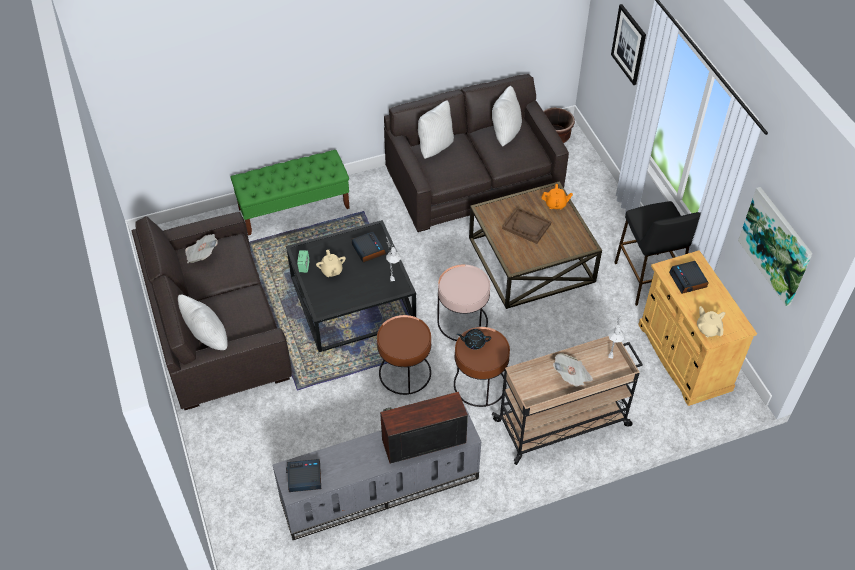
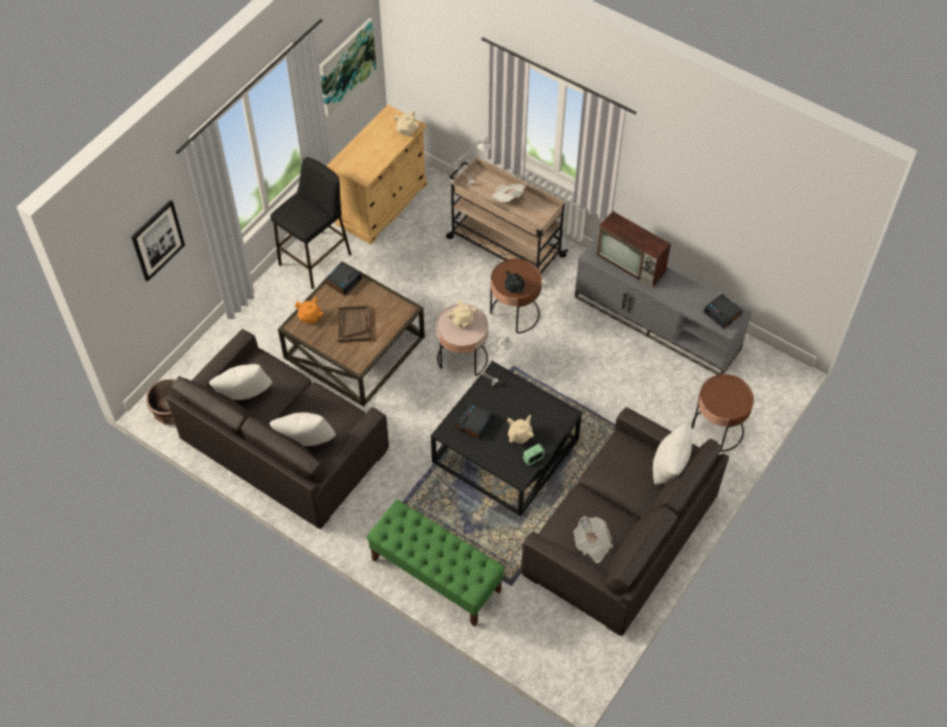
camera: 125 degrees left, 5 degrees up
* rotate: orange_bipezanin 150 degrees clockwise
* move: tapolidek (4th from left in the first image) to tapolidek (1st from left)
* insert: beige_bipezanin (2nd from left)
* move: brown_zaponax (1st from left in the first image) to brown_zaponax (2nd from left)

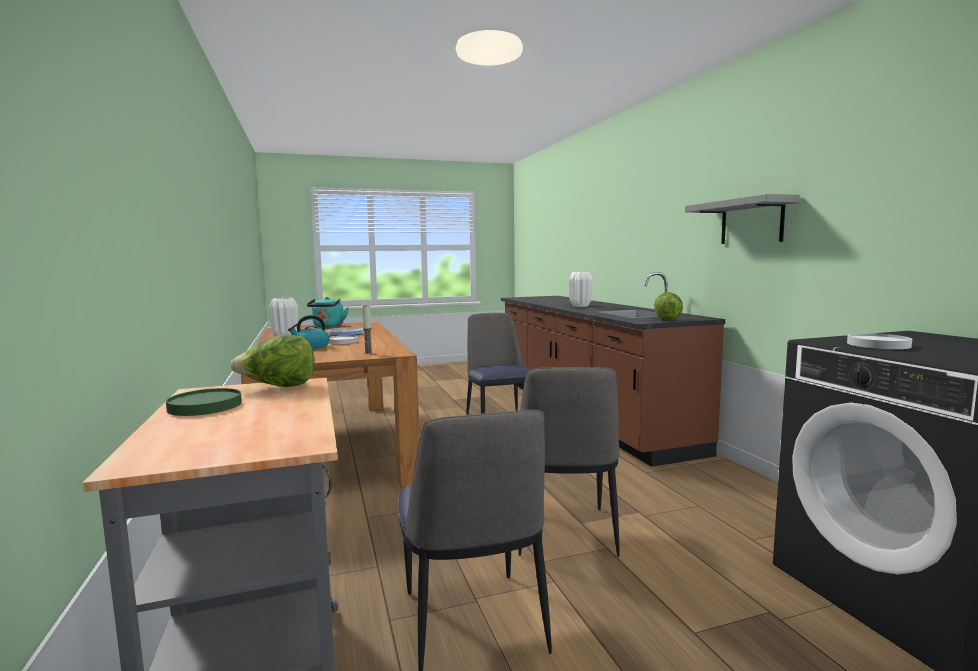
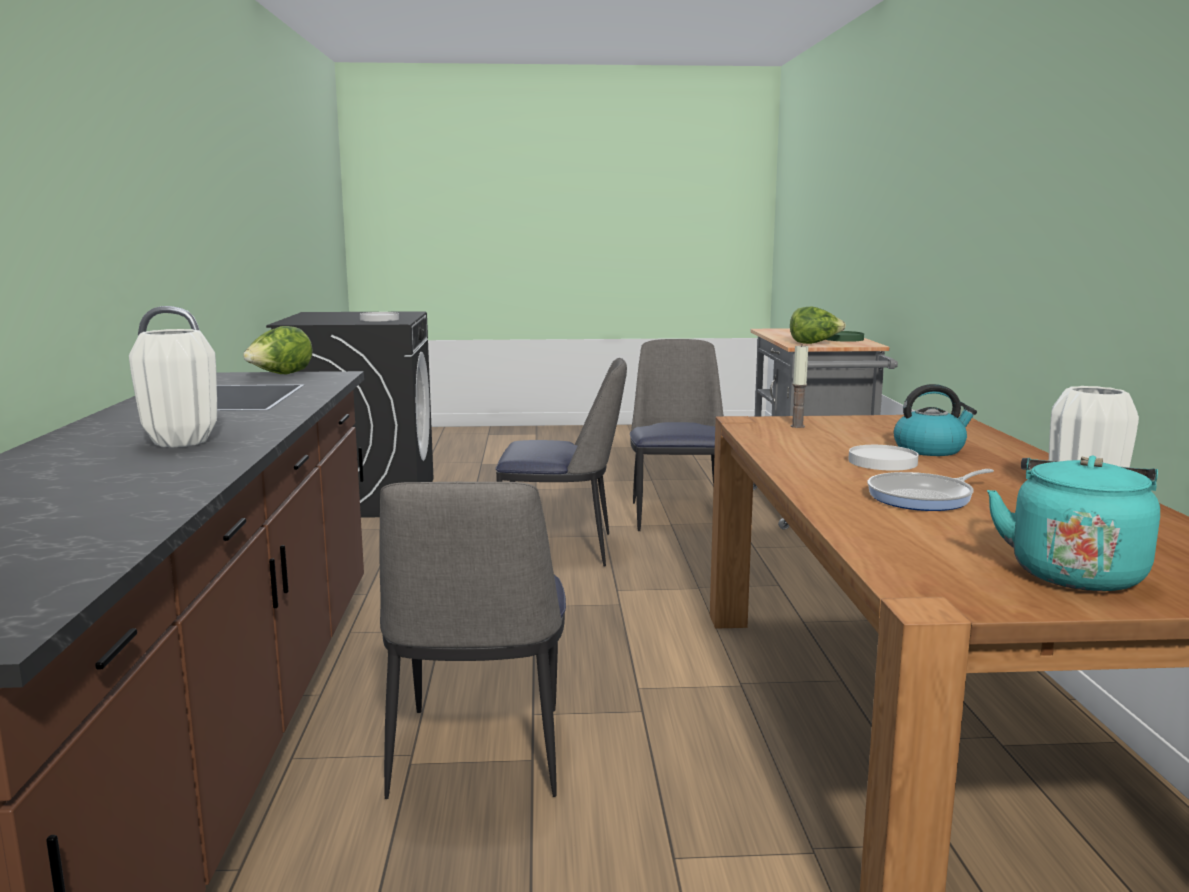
camera: 165 degrees left, 5 degrees up
* rotate: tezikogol (3rd from left in the first image) 75 degrees clockwise
* delete: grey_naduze

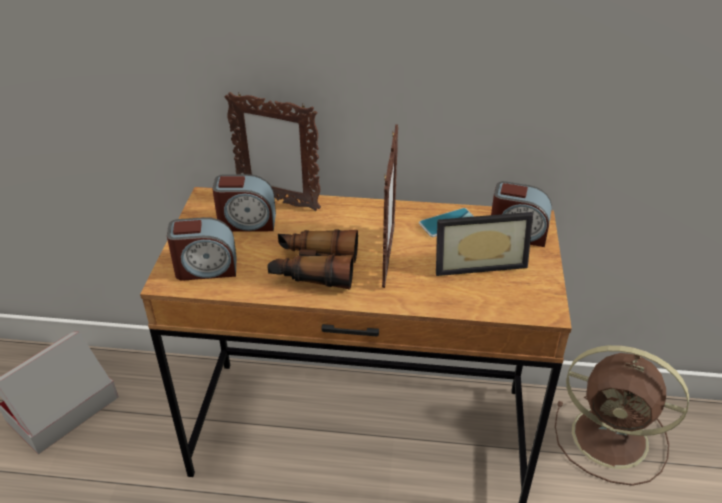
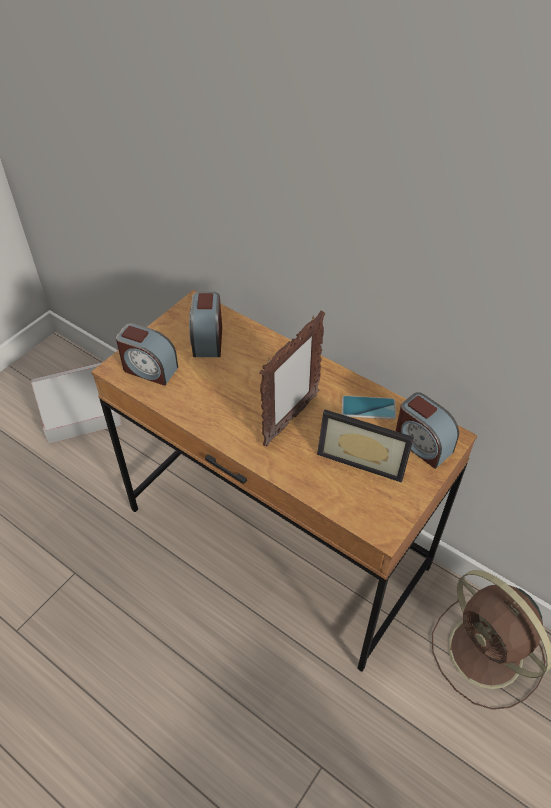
camera: 30 degrees right, 10 degrees up
* rotate: tapolidek (2nd from left) 60 degrees clockwise
* delete: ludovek (1st from left)
* delete: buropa

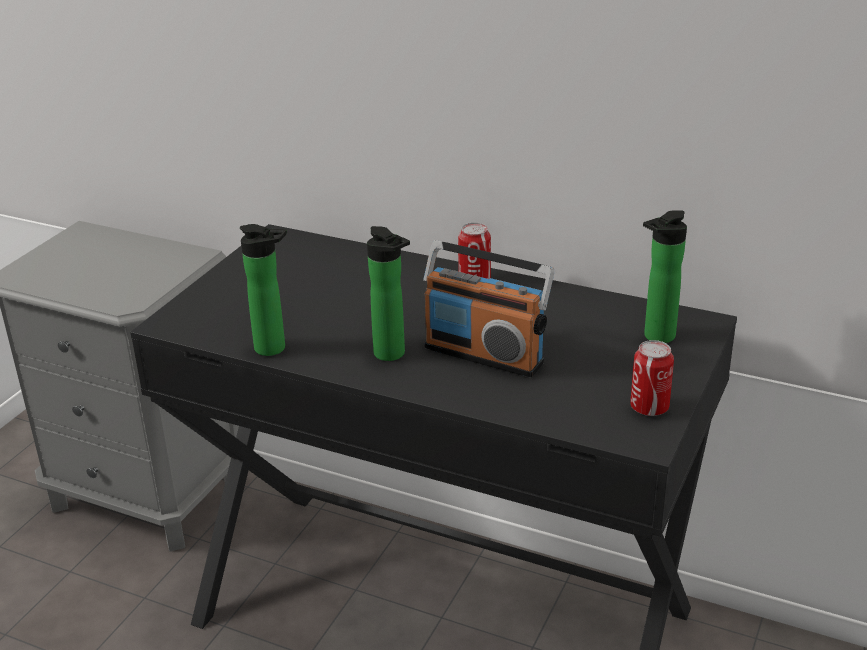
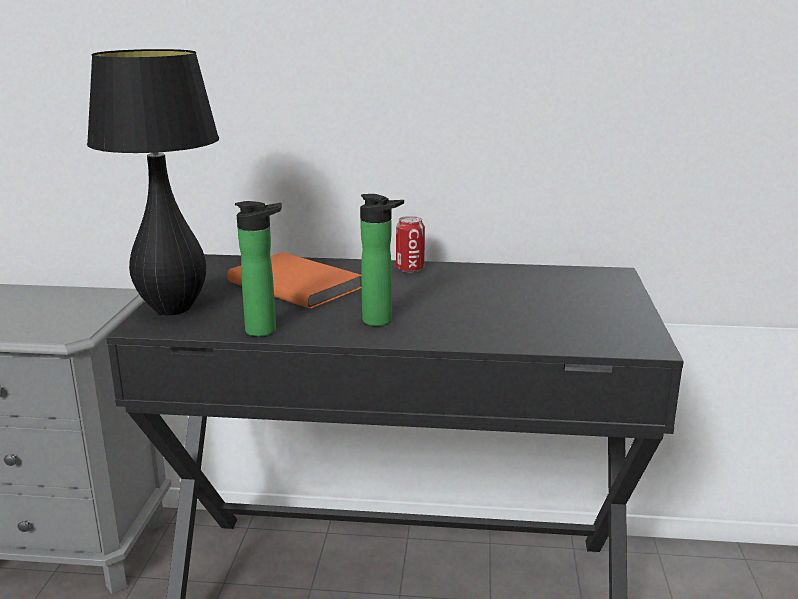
camera: 20 degrees left, 10 degrees down
* insert: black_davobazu
* insert: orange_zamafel
* delete: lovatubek
* delete: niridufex (2nd from left)
* delete: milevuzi (3rd from left)

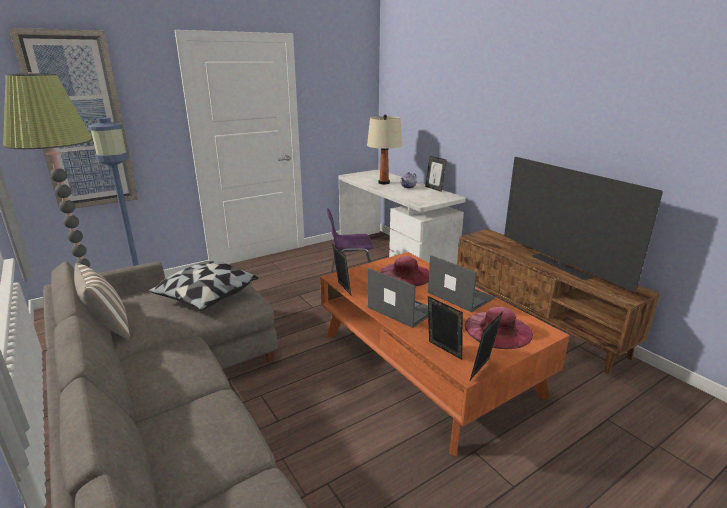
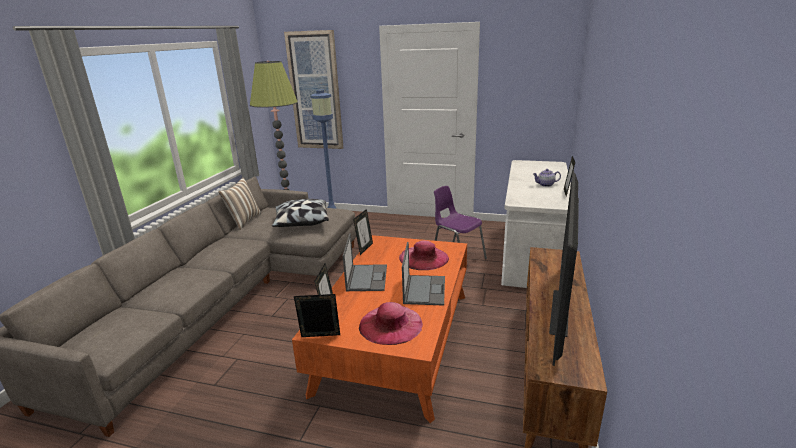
camera: 50 degrees right, 0 degrees up
* delete: beige_davobazu

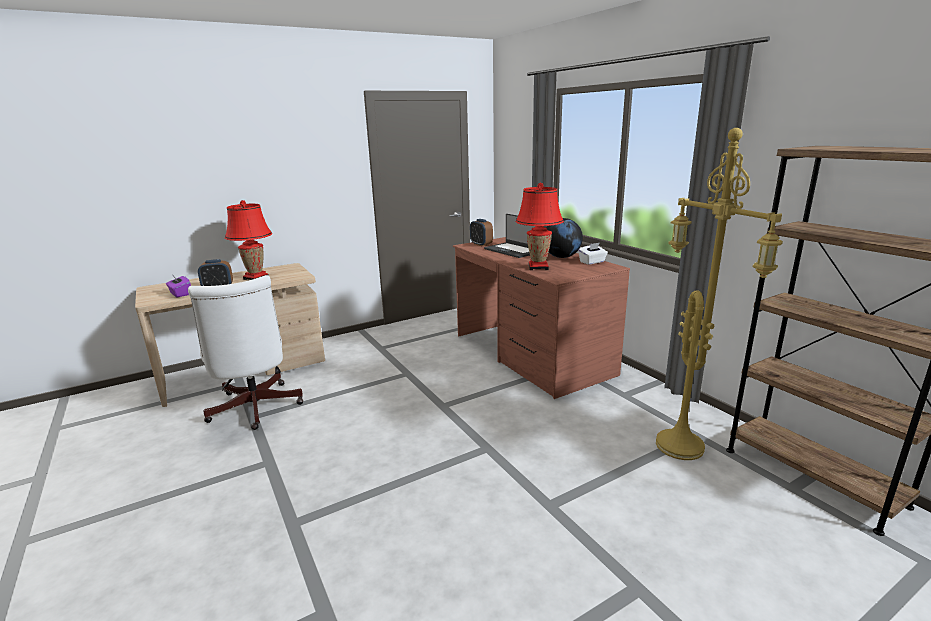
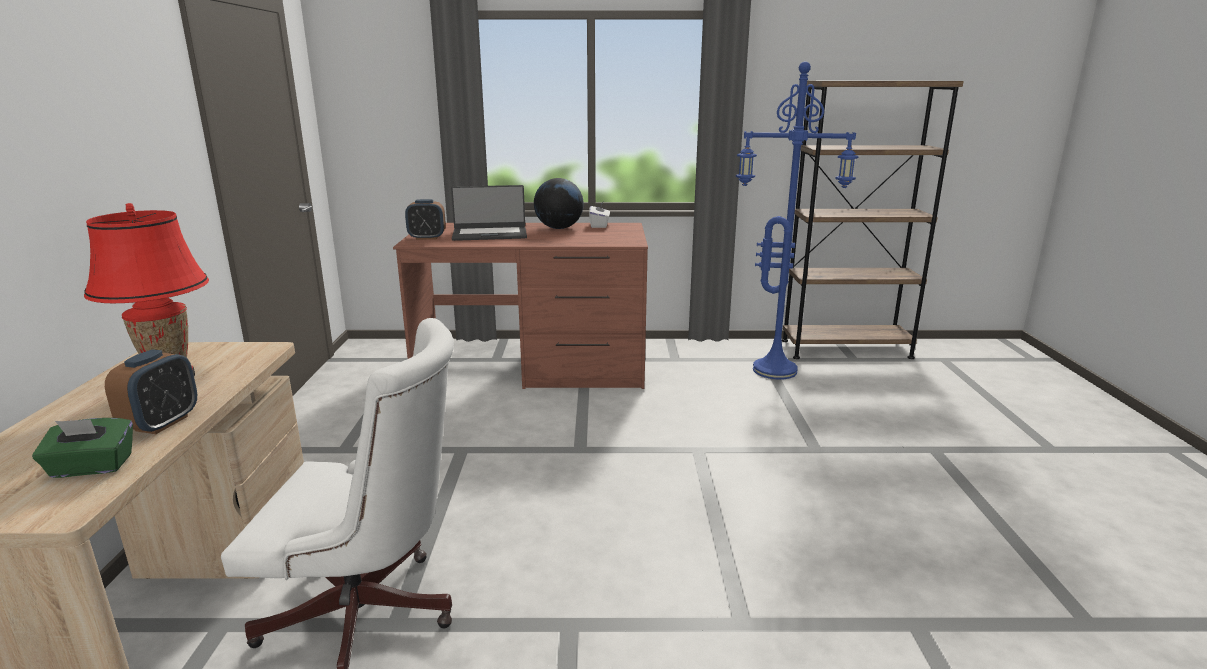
camera: 60 degrees left, 0 degrees up
* recolor: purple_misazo to green_misazo
* recolor: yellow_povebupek to blue_povebupek
* delete: red_davobazu (2nd from left)

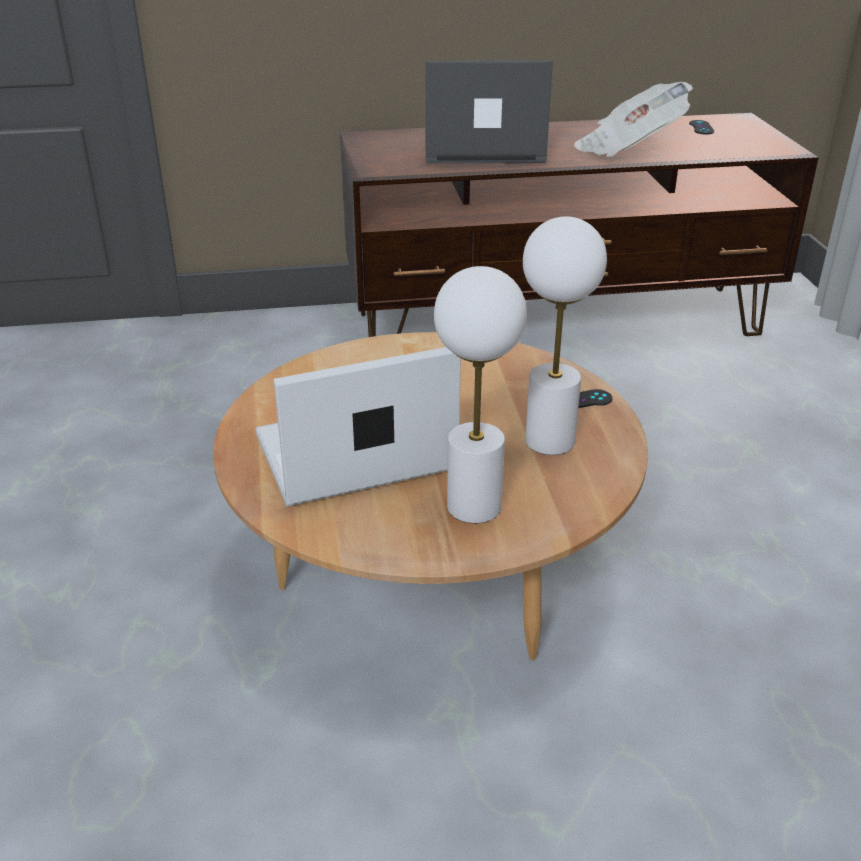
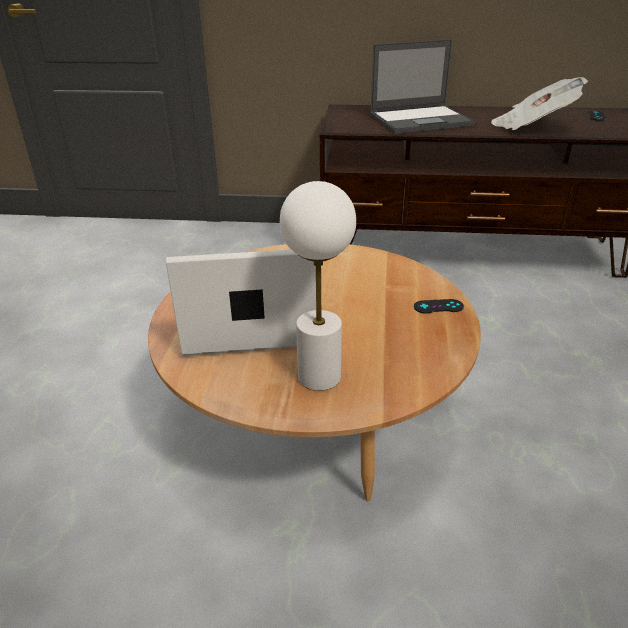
camera: 15 degrees right, 0 degrees up
* rotate: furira (2nd from left) 150 degrees clockwise
* delete: white_davobazu (2nd from left)

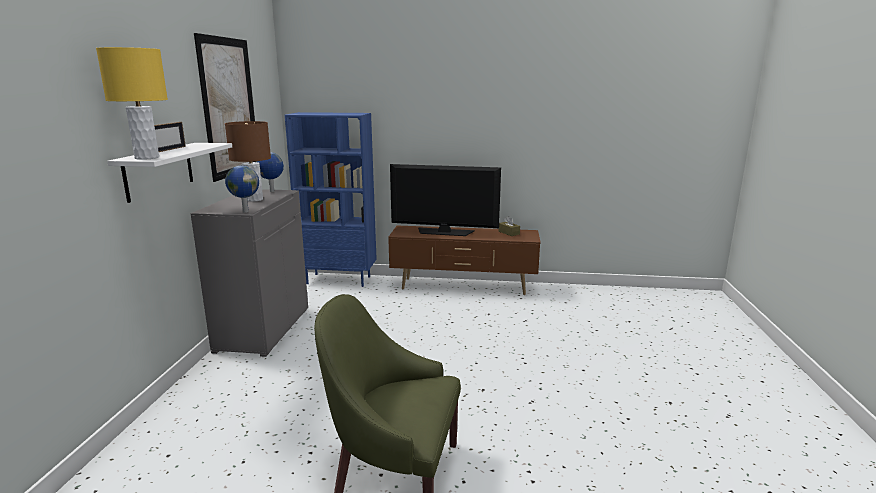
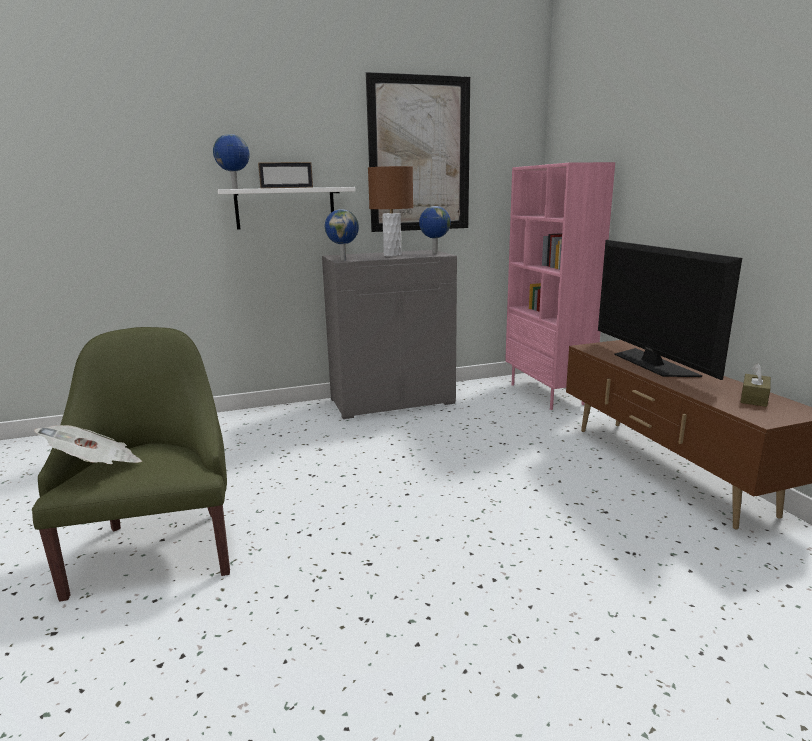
camera: 65 degrees right, 0 degrees up
* insert: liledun
* replace: yellow_davobazu to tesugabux (1st from left)
* recolor: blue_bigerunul to pink_bigerunul

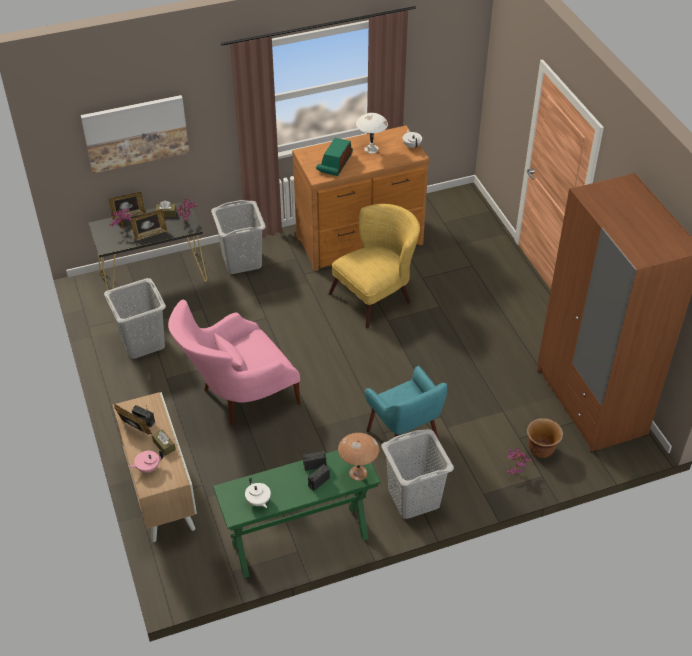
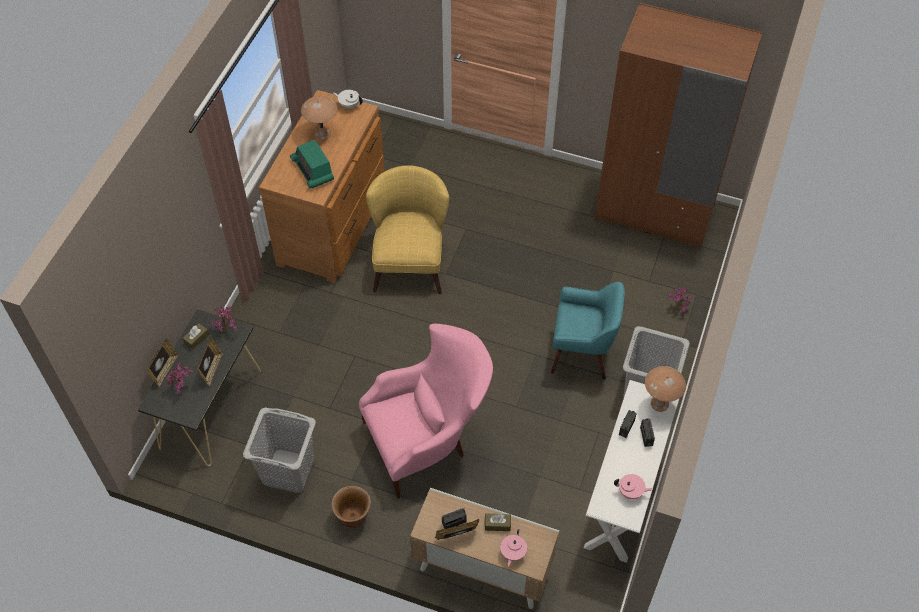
camera: 50 degrees left, 10 degrees up
* recolor: white_davobazu to brown_davobazu (1st from left)
* move: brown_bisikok
* rotate: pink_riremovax 120 degrees counterclockwise
* recolor: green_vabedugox to white_vabedugox
* recolor: white_bipezanin (1st from left) to pink_bipezanin (2nd from left)
* delete: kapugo
* delete: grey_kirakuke (2nd from left)

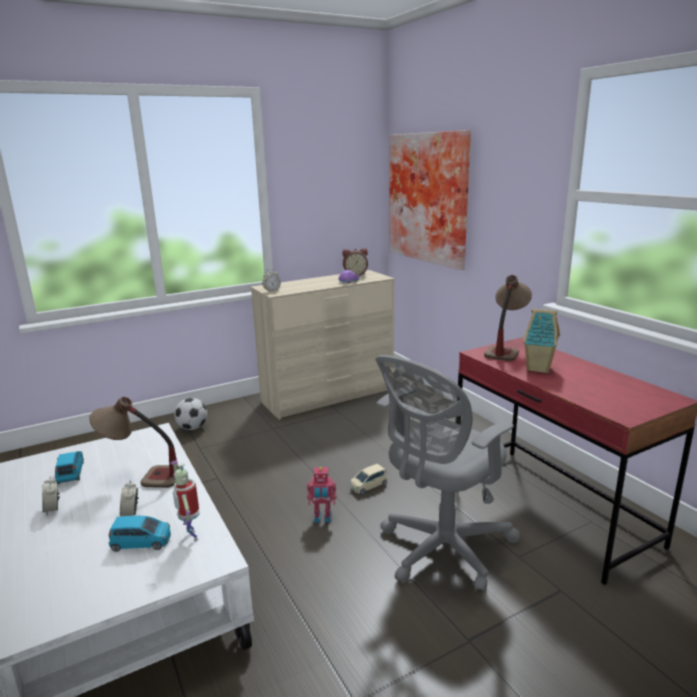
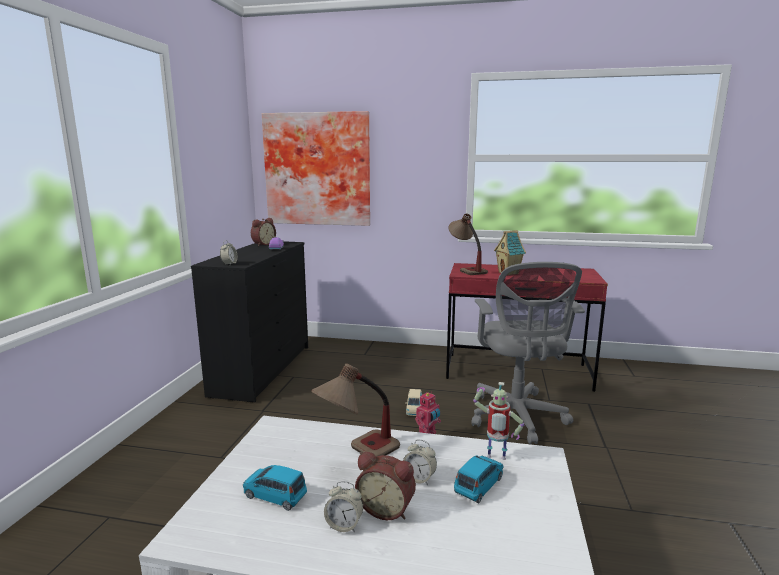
camera: 50 degrees left, 5 degrees down
* recolor: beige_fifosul to black_fifosul
* insert: tapolidek (4th from left)
* delete: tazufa

